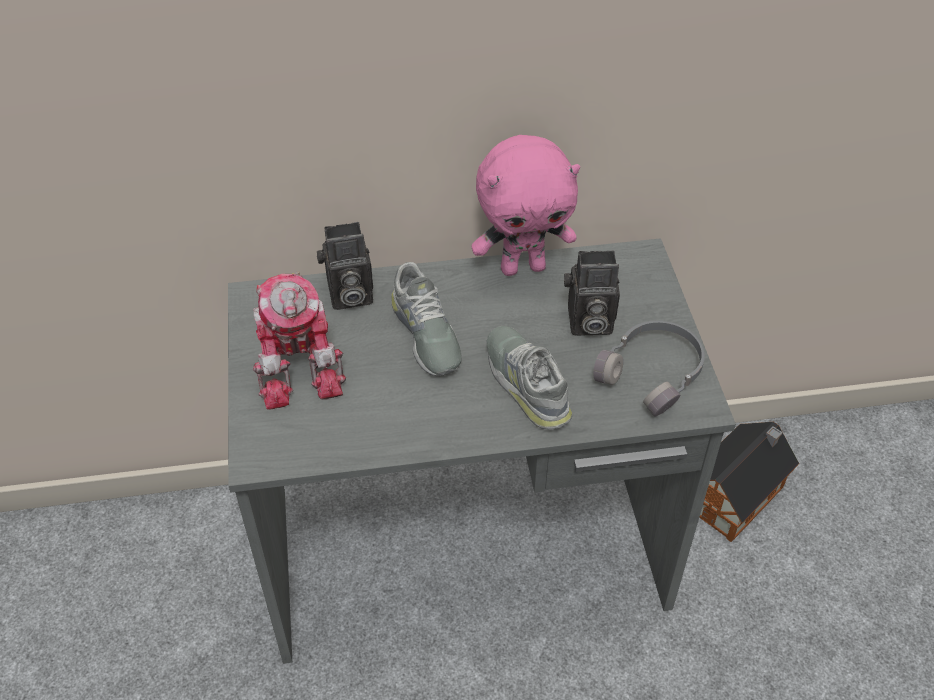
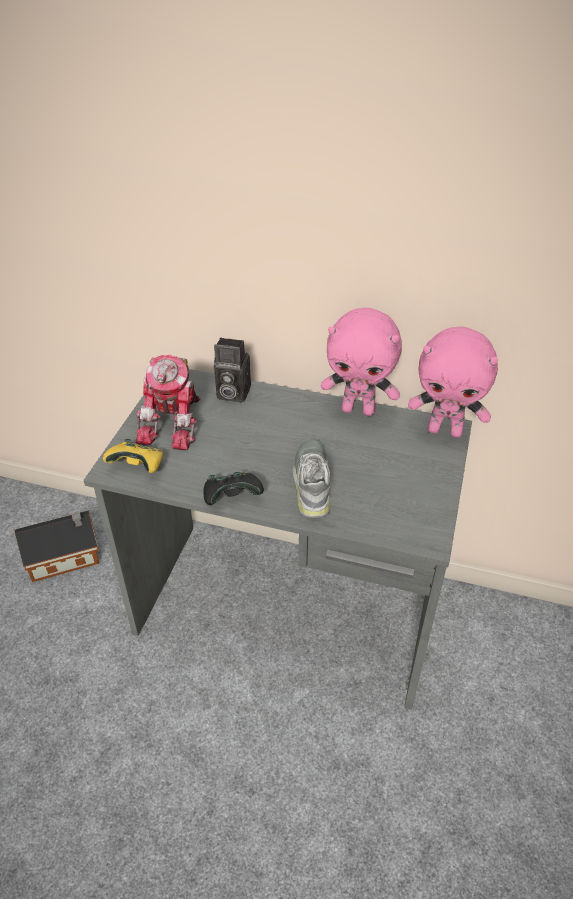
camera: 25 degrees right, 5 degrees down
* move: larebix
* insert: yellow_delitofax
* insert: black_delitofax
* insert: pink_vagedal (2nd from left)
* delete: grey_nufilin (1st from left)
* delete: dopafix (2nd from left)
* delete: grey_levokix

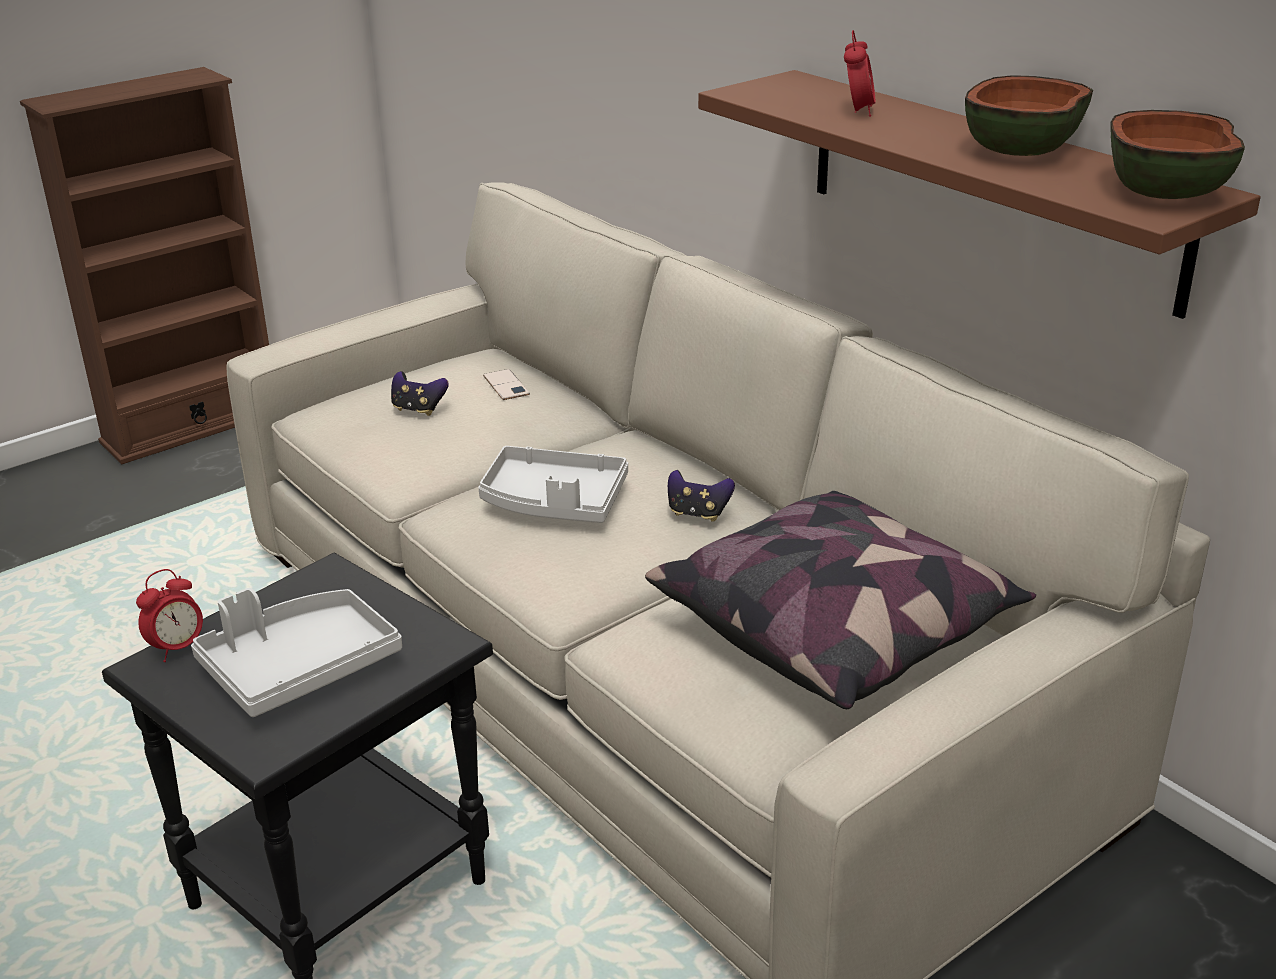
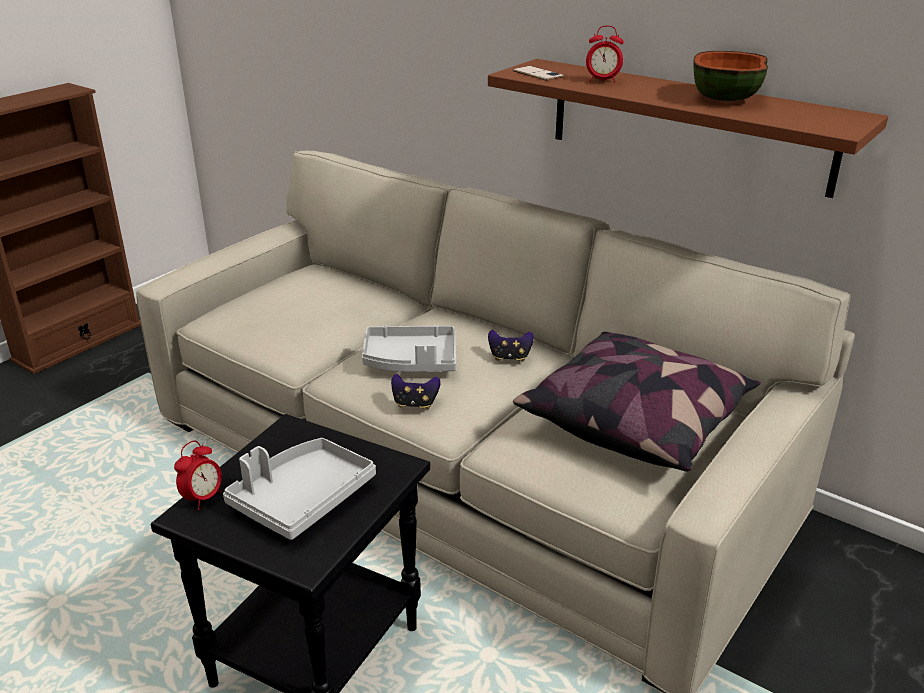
camera: 15 degrees left, 0 degrees up
* move: delitofax (1st from left)
* move: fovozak
* rotate: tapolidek (2nd from left) 105 degrees clockwise
* delete: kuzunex (2nd from left)

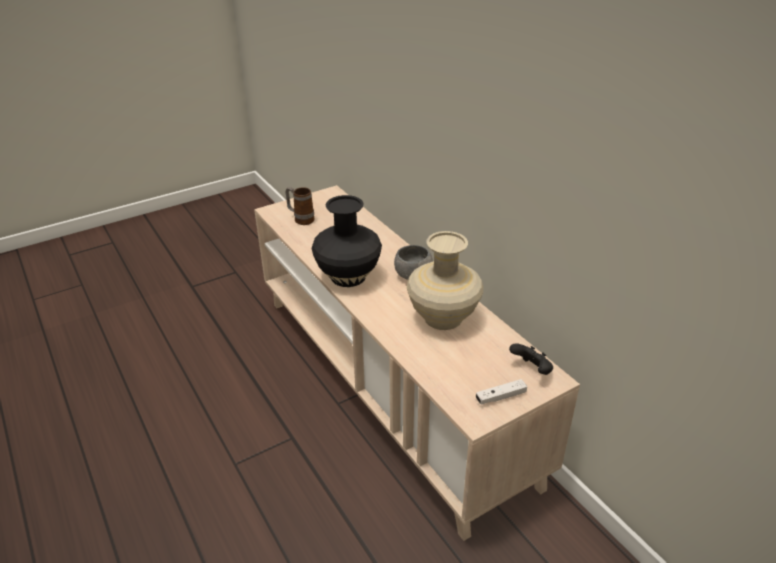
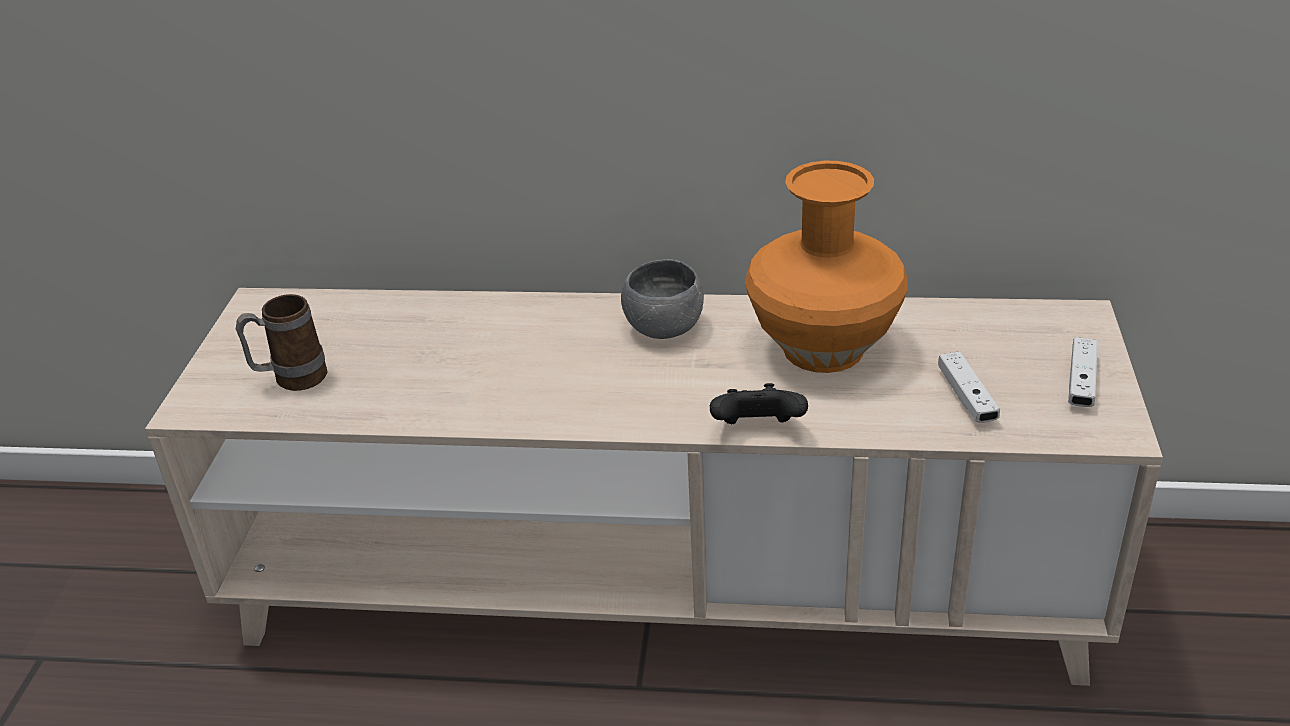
camera: 50 degrees left, 0 degrees up
* move: black_delitofax
* recolor: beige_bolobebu to orange_bolobebu
* insert: white_delitofax (1st from left)
* delete: black_bolobebu

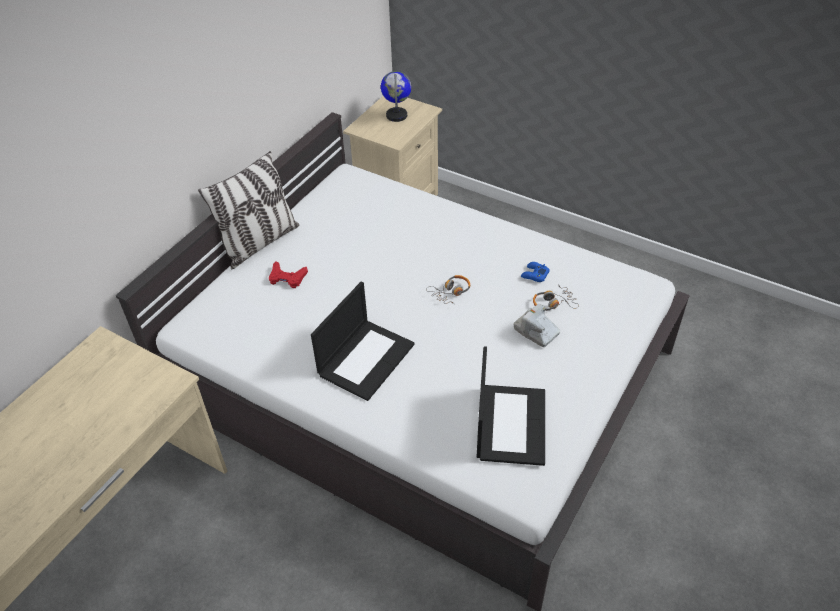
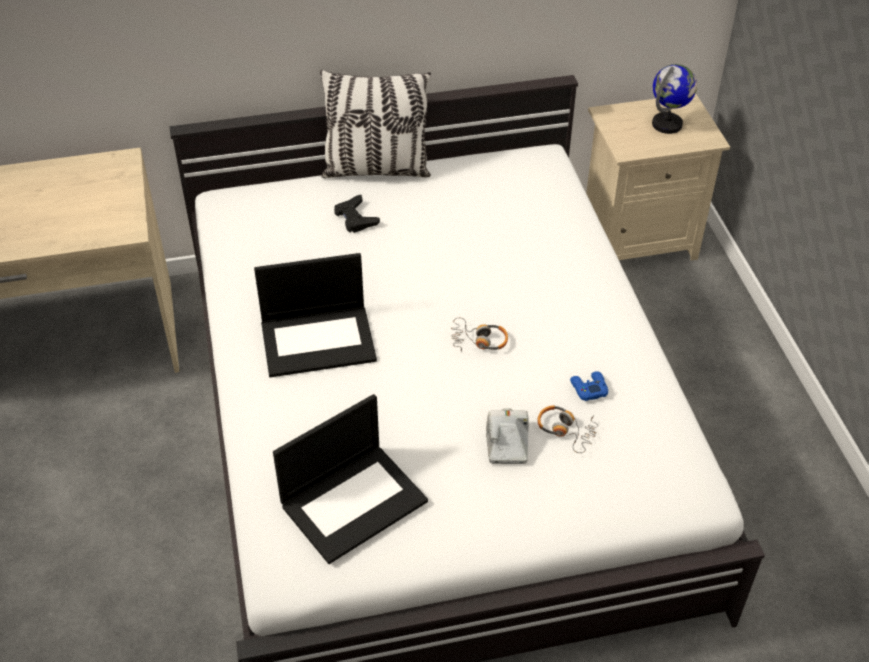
camera: 45 degrees right, 0 degrees up
* recolor: red_delitofax to black_delitofax

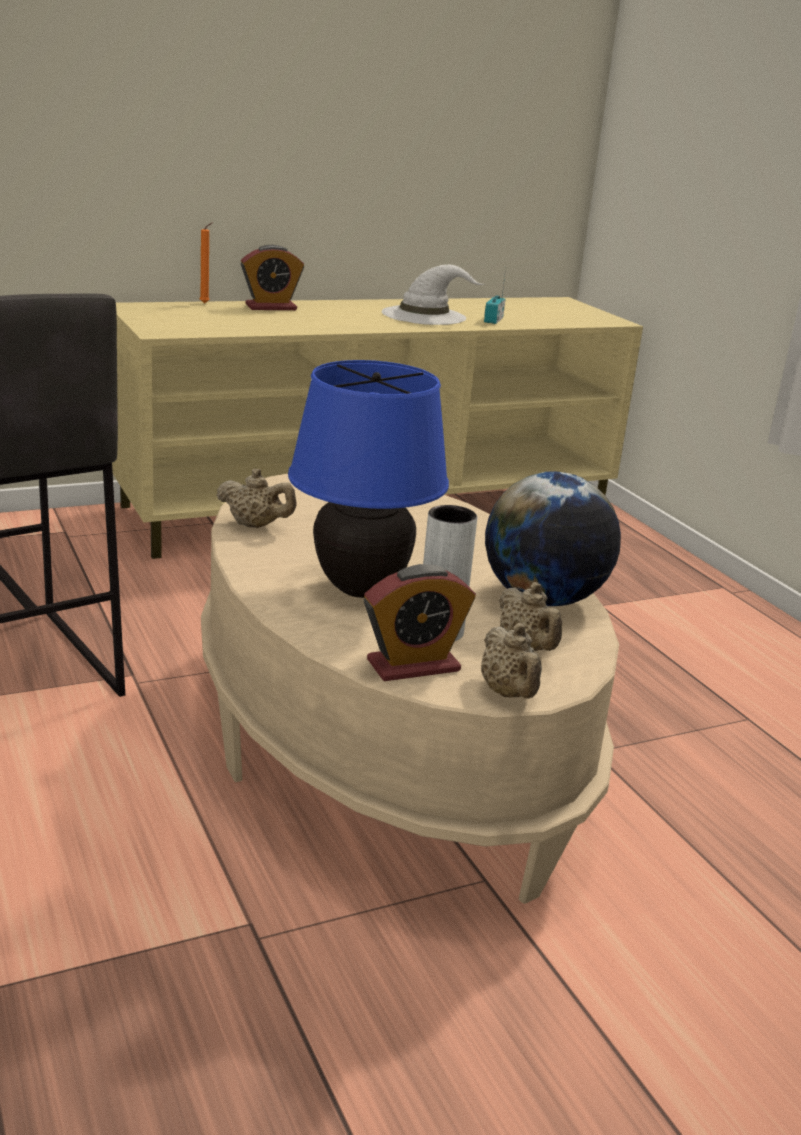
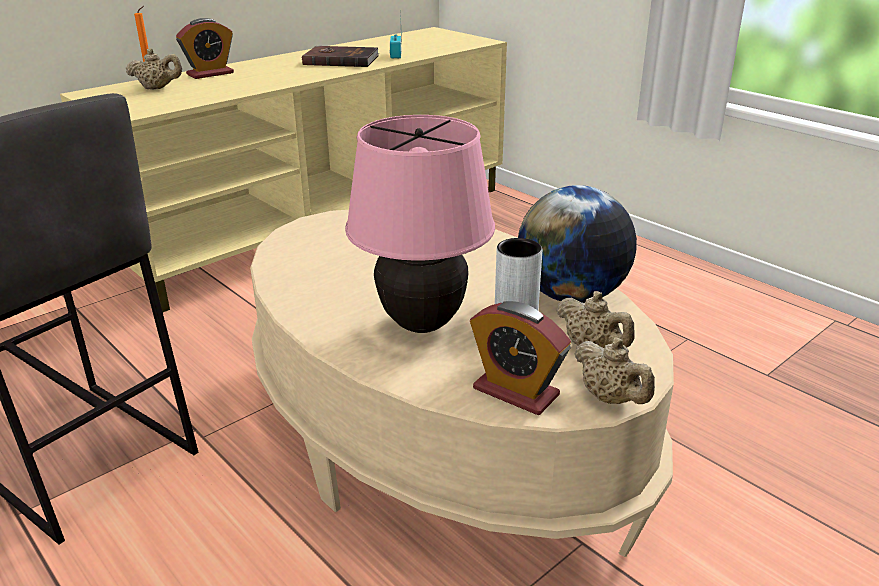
camera: 15 degrees left, 5 degrees up
* move: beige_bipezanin (1st from left)
* replace: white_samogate to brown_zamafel
* recolor: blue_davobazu to pink_davobazu
* rotate: tapolidek (2nd from left) 75 degrees clockwise

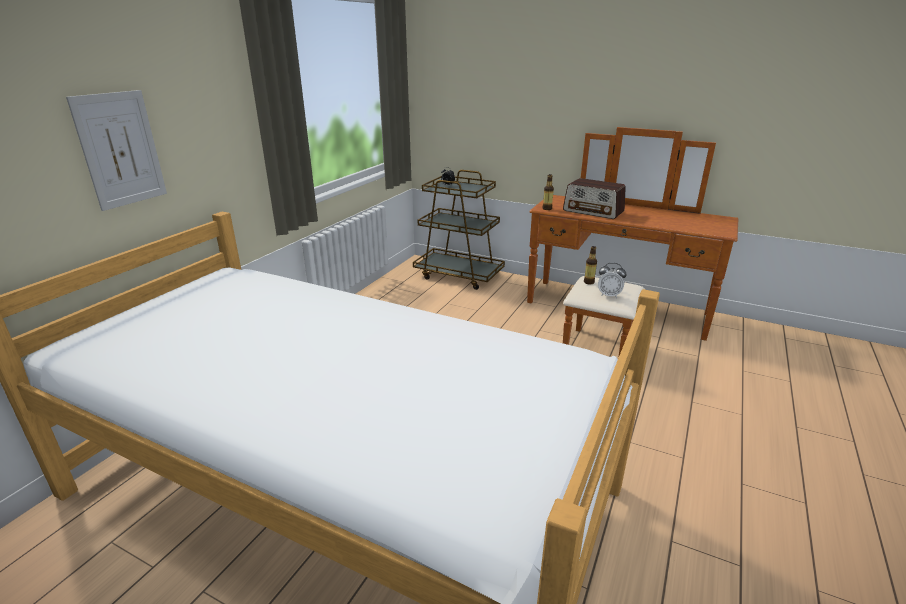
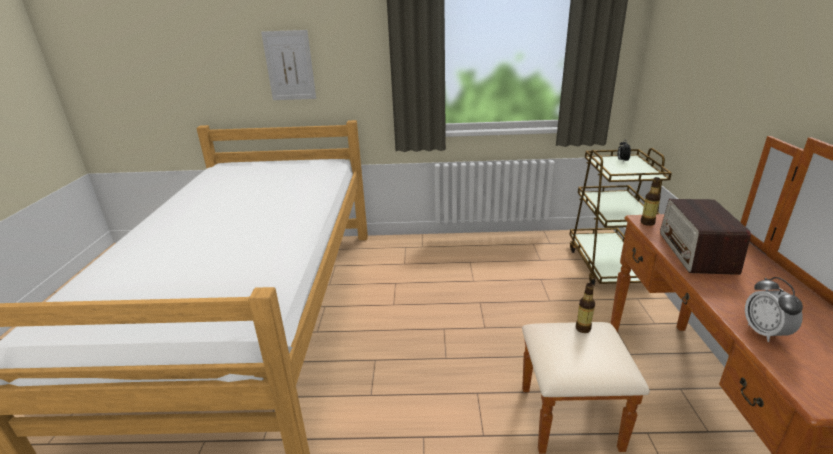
camera: 65 degrees right, 0 degrees up
* move: tapolidek (2nd from left)

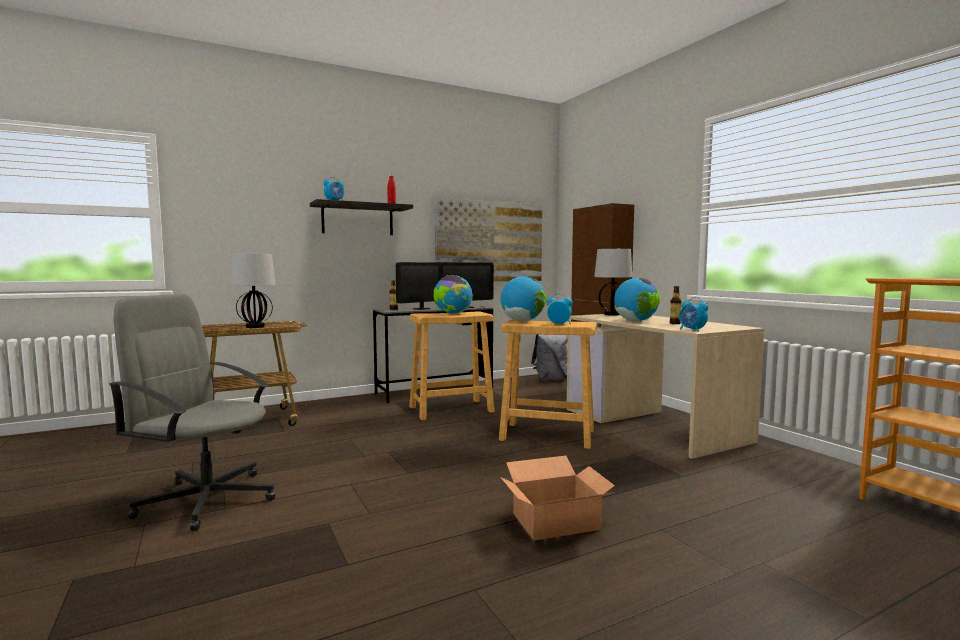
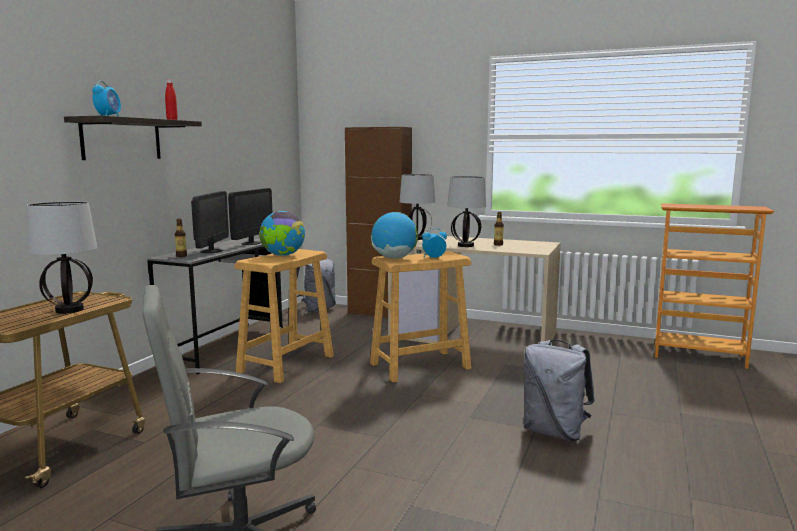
camera: 40 degrees left, 5 degrees up
* replace: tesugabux (3rd from left) to davobazu (3rd from left)
* replace: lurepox to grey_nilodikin (2nd from left)
* delete: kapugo
* delete: tapolidek (3rd from left)

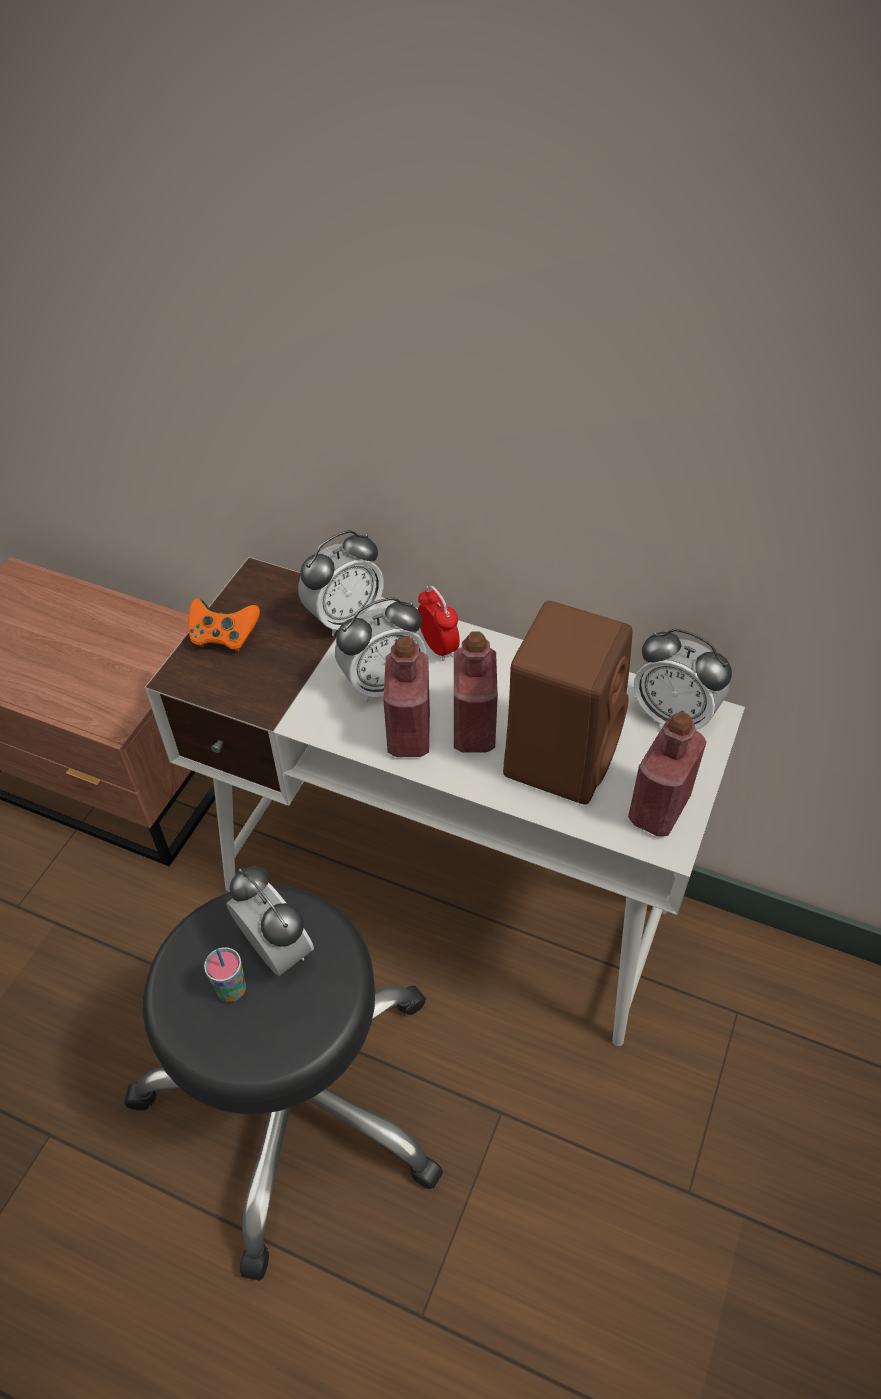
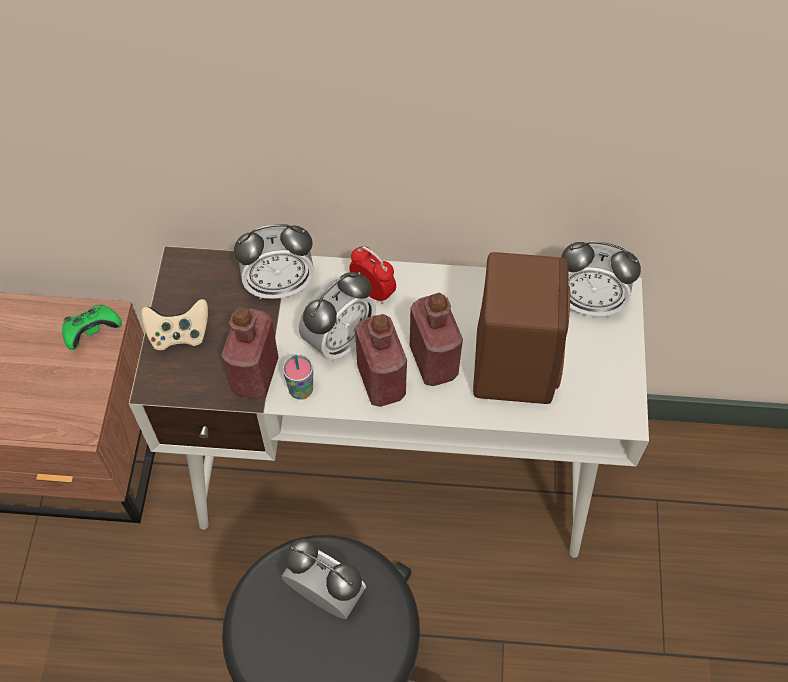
camera: 20 degrees left, 10 degrees up
* insert: green_delitofax
* recolor: orange_delitofax to beige_delitofax
* move: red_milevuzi (3rd from left in the first image) to red_milevuzi (1st from left)
* rotate: tapolidek (2nd from left in the first image) 45 degrees clockwise
* move: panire

